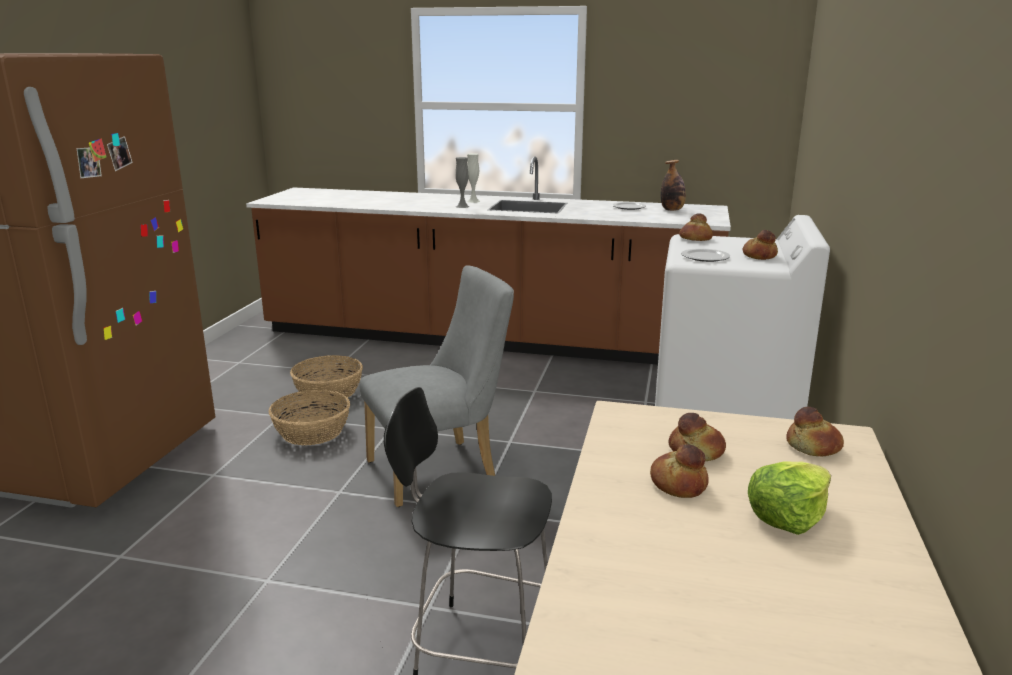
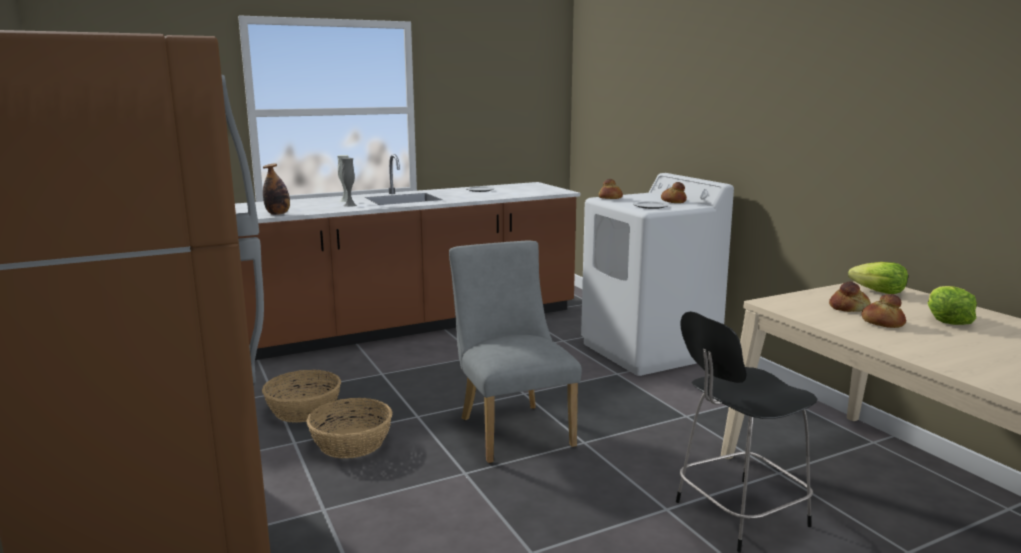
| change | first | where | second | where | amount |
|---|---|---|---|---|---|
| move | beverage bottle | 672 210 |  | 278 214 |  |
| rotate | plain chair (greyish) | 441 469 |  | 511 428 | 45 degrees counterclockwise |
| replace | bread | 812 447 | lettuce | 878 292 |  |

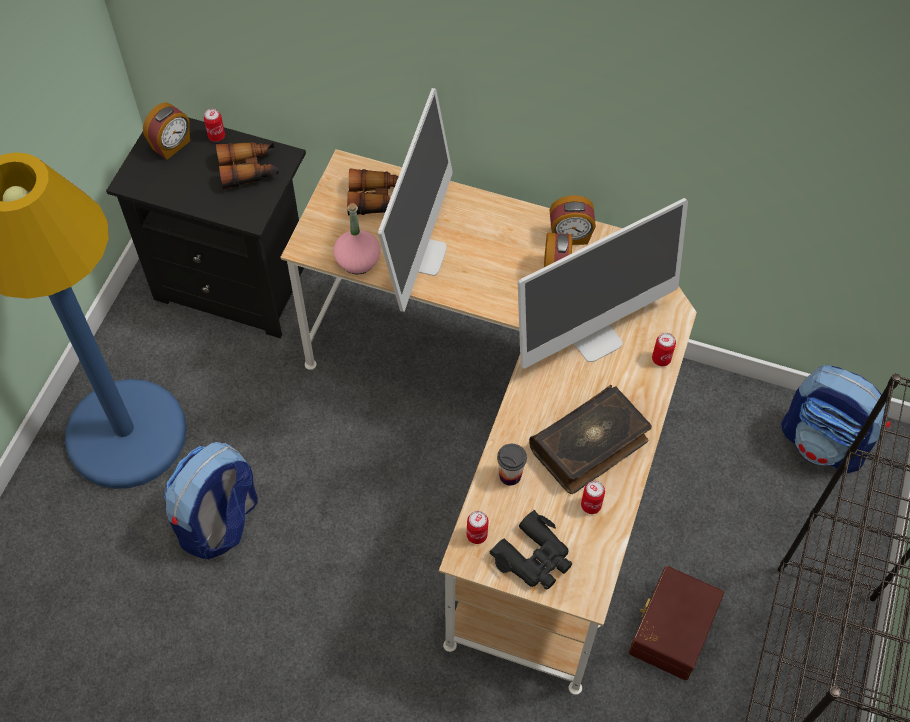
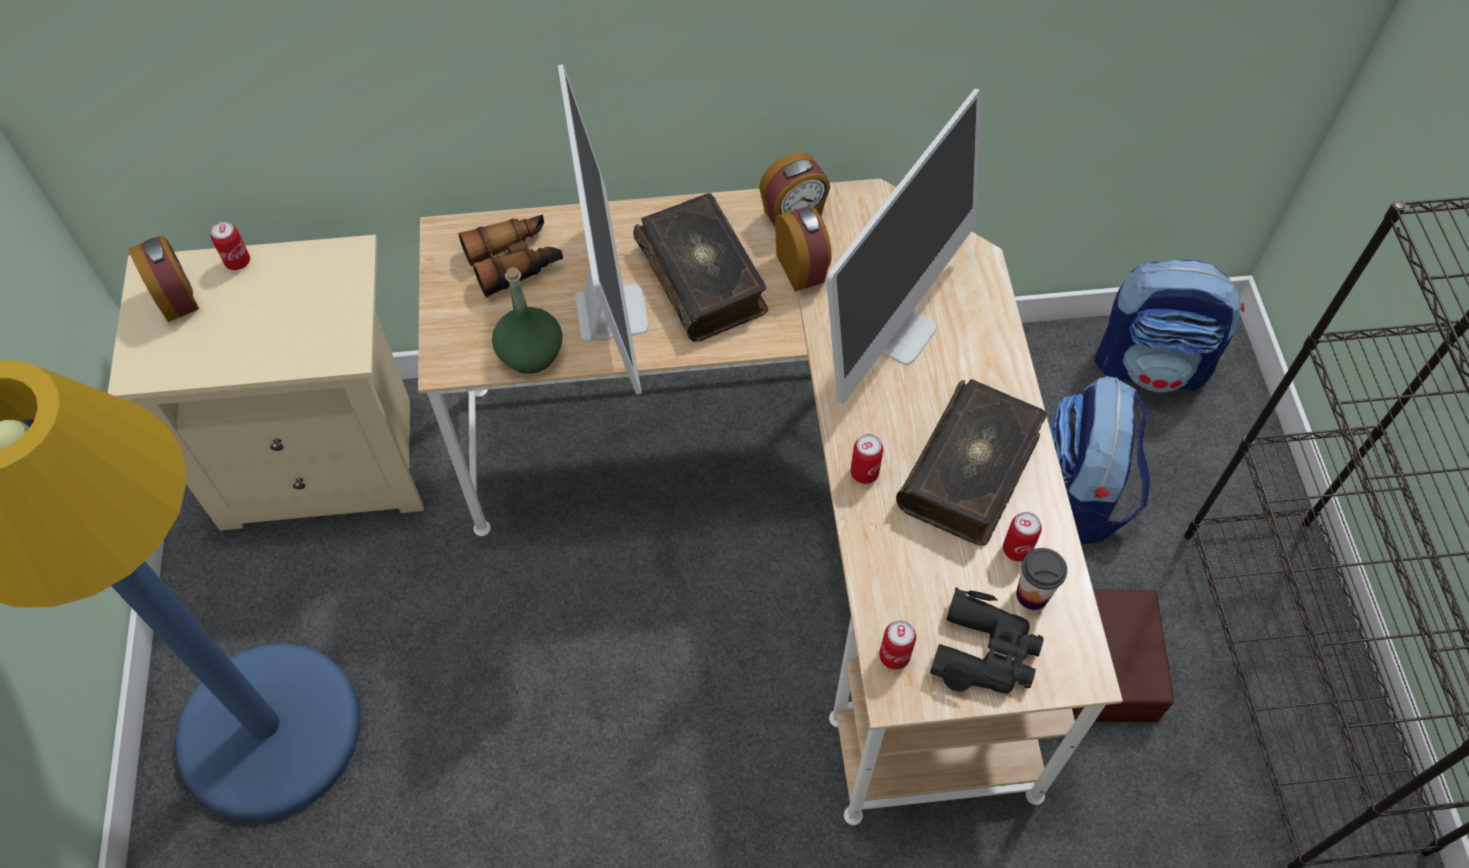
| change | first | where | second | where | amount |
|---|---|---|---|---|---|
| recolor | night table (black-coloured) | 237 282 | night table (beige-coloured) | 327 461 |  |
| rotate | bedside clock | 172 145 |  | 177 298 | 45 degrees counterclockwise |
| recolor | beverage bottle (pinkish) | 357 260 | beverage bottle (green) | 530 353 |  |
| insert |  |  | bound book | 703 278 |  |
| move | can | 661 359 |  | 864 472 |  |
| move | cup | 510 475 |  | 1032 595 |  |
| move | rucksack | 220 523 |  | 1078 497 |  |
| delete | pair of binoculars | 249 169 |  |  |  |

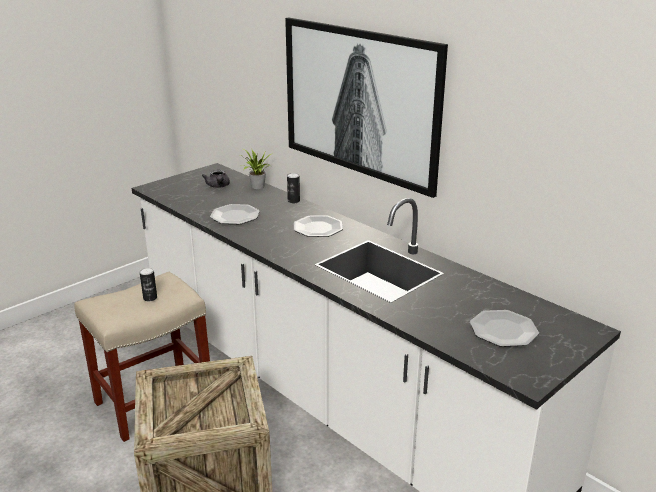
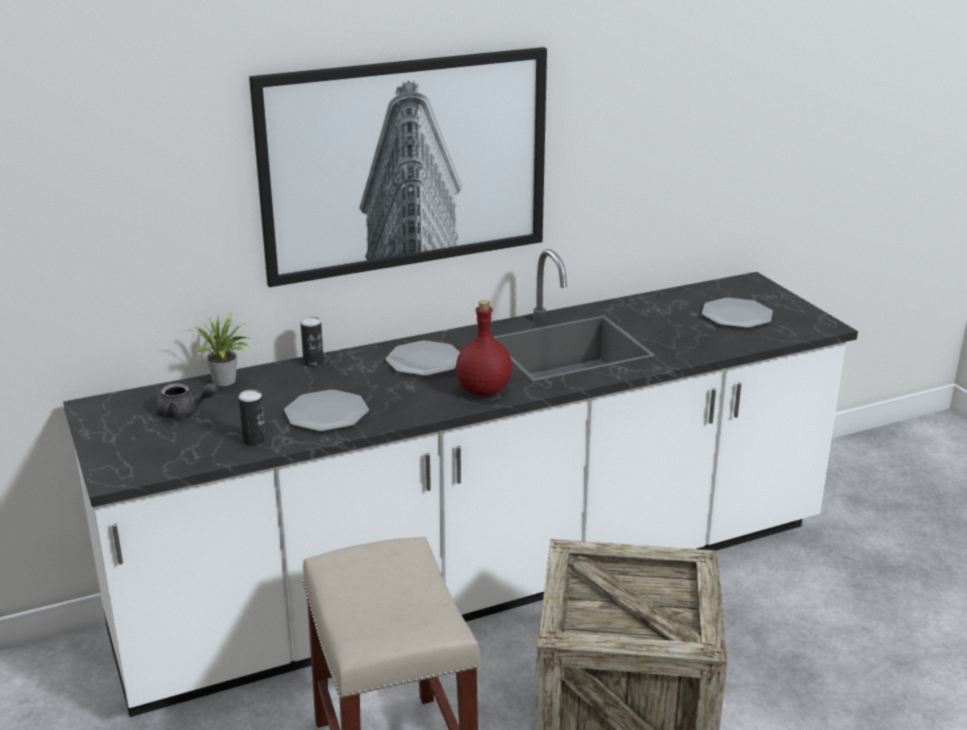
| change | first | where | second | where | amount |
|---|---|---|---|---|---|
| move | can | 150 298 |  | 254 440 |  |
| insert |  |  | beverage bottle (reddish) | 483 391 |  |

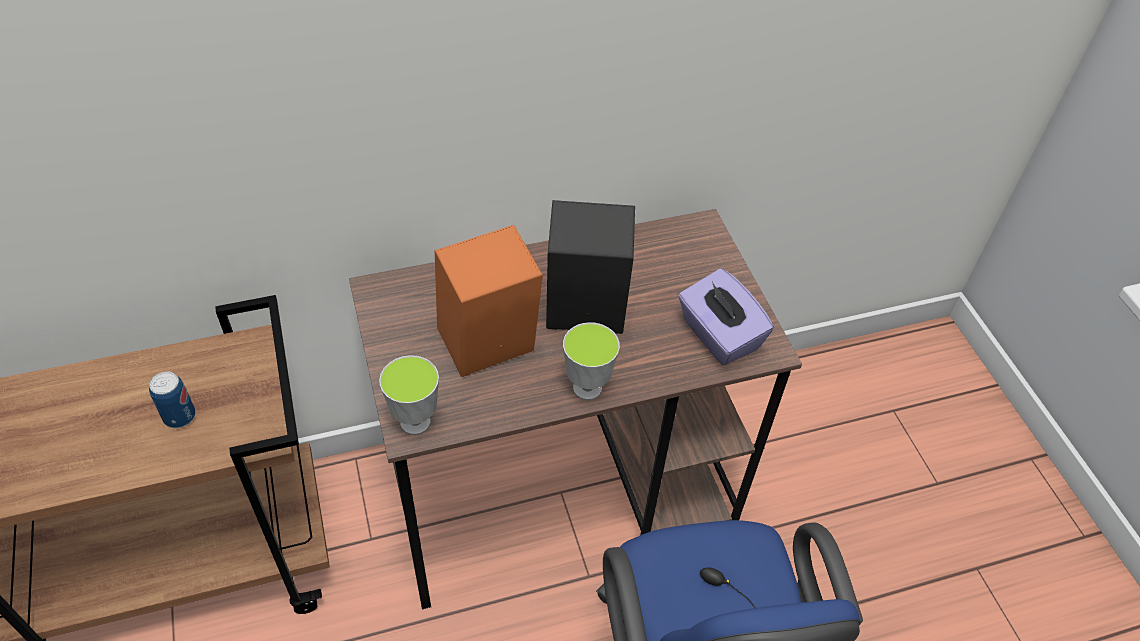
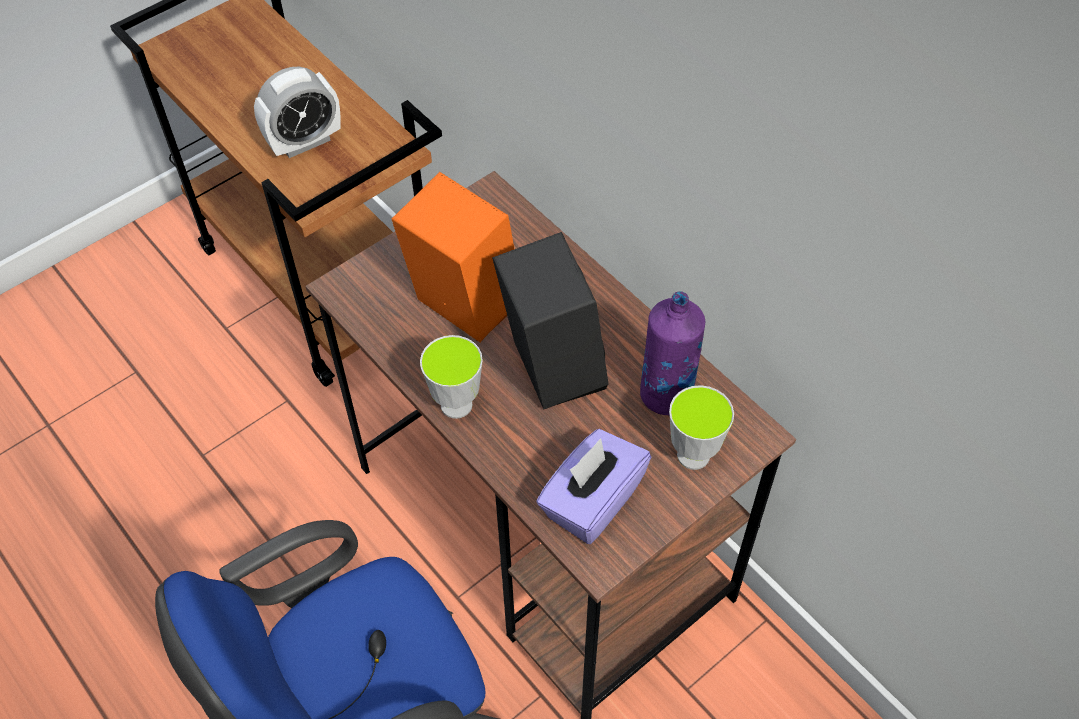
| change | first | where | second | where | amount |
|---|---|---|---|---|---|
| replace | can | 179 416 | bedside clock | 304 142 |  |
| insert |  |  | beverage bottle (purplish) | 666 394 |  |
| move | cup | 415 422 |  | 693 455 |  |

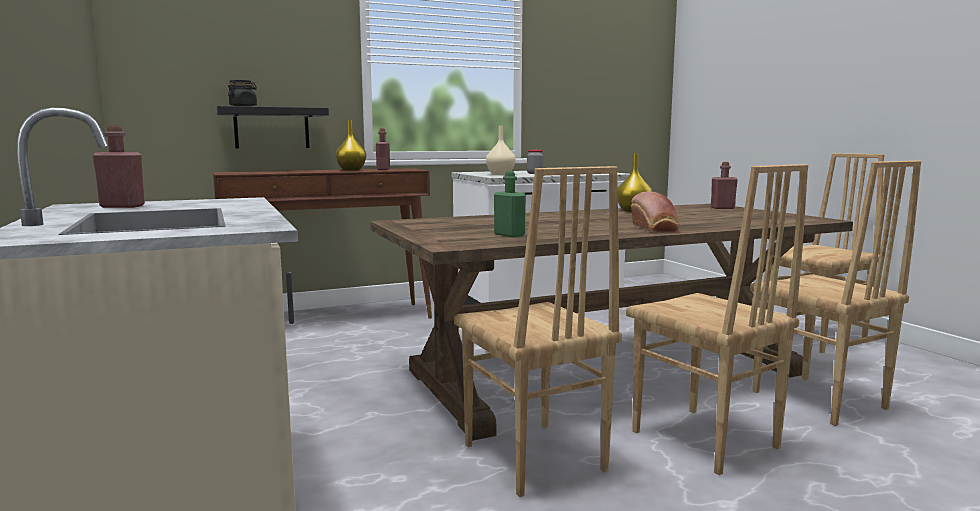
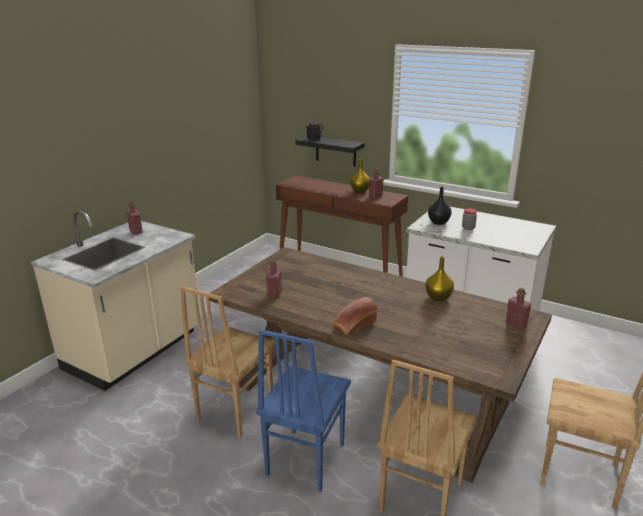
| change | first | where | second | where | amount |
|---|---|---|---|---|---|
| recolor | plain chair (brown) | 703 440 | plain chair (blue-coloured) | 304 459 |  |
| recolor | beverage bottle (green) | 509 235 | beverage bottle (reddish) | 274 294 |  |
| recolor | vase (beige-coloured) | 500 174 | vase (black-coloured) | 438 222 |  |

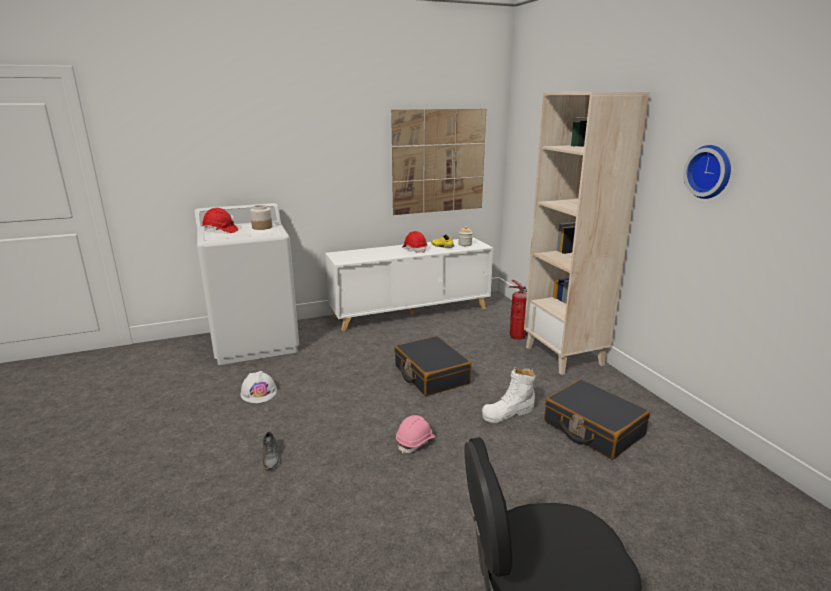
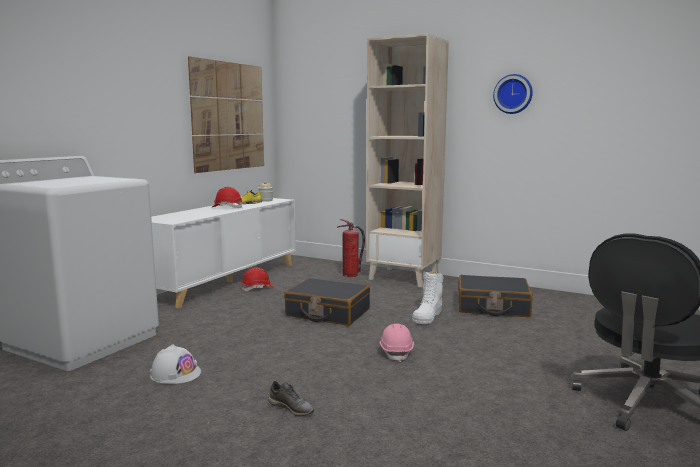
| change | first | where | second | where | amount |
|---|---|---|---|---|---|
| move | work helmet (reddish) | 220 231 |  | 257 288 |  |
| delete | storage jar | 262 227 |  |  |  |

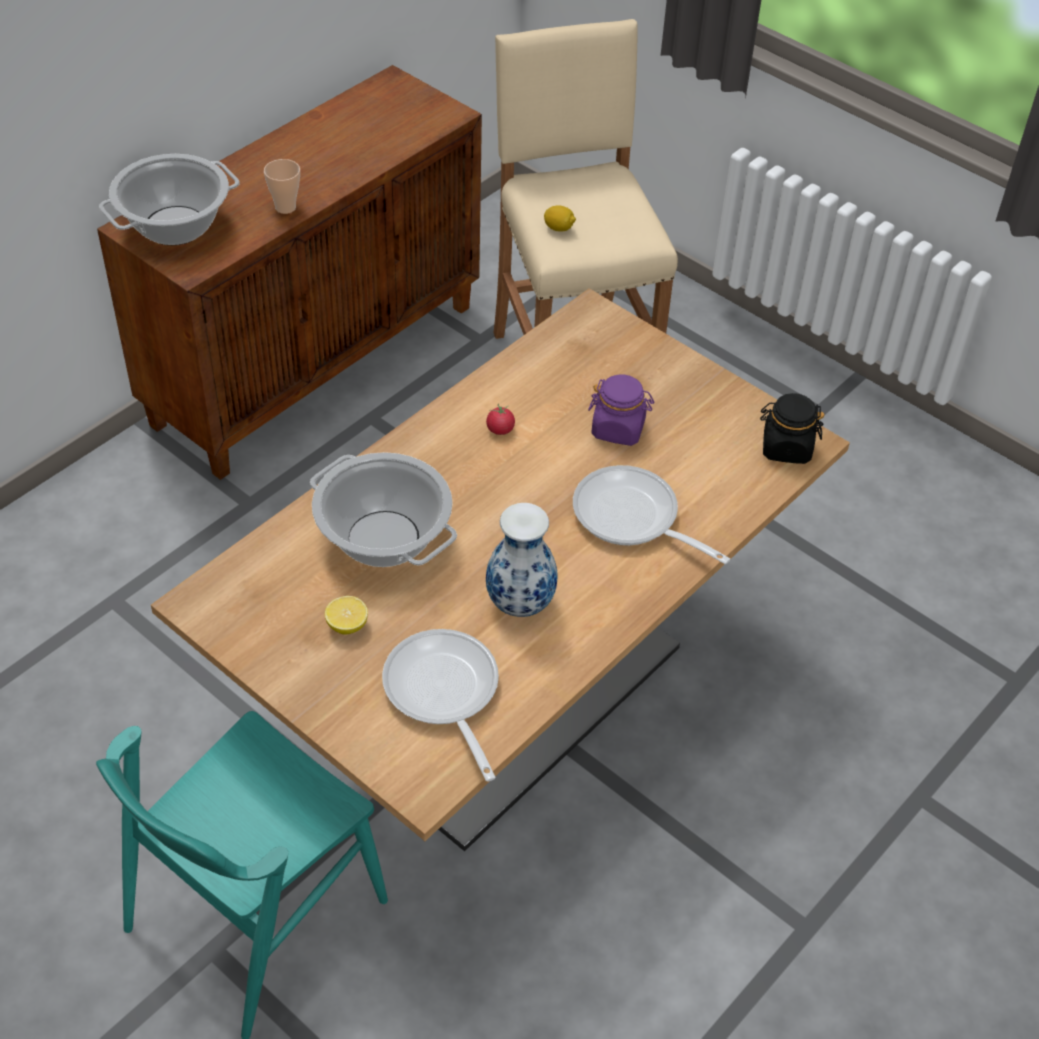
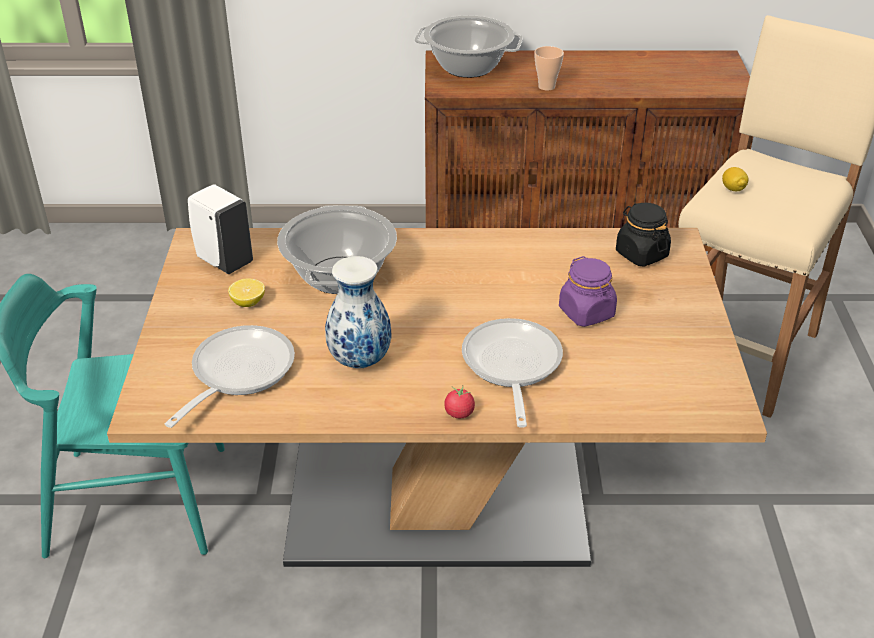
| change | first | where | second | where | amount |
|---|---|---|---|---|---|
| insert |  |  | soap dispenser (whitish) | 223 261 |  |
| move | tomato | 500 429 |  | 459 413 |  |
| move | storage jar (black-coloured) | 786 448 |  | 641 254 |  |

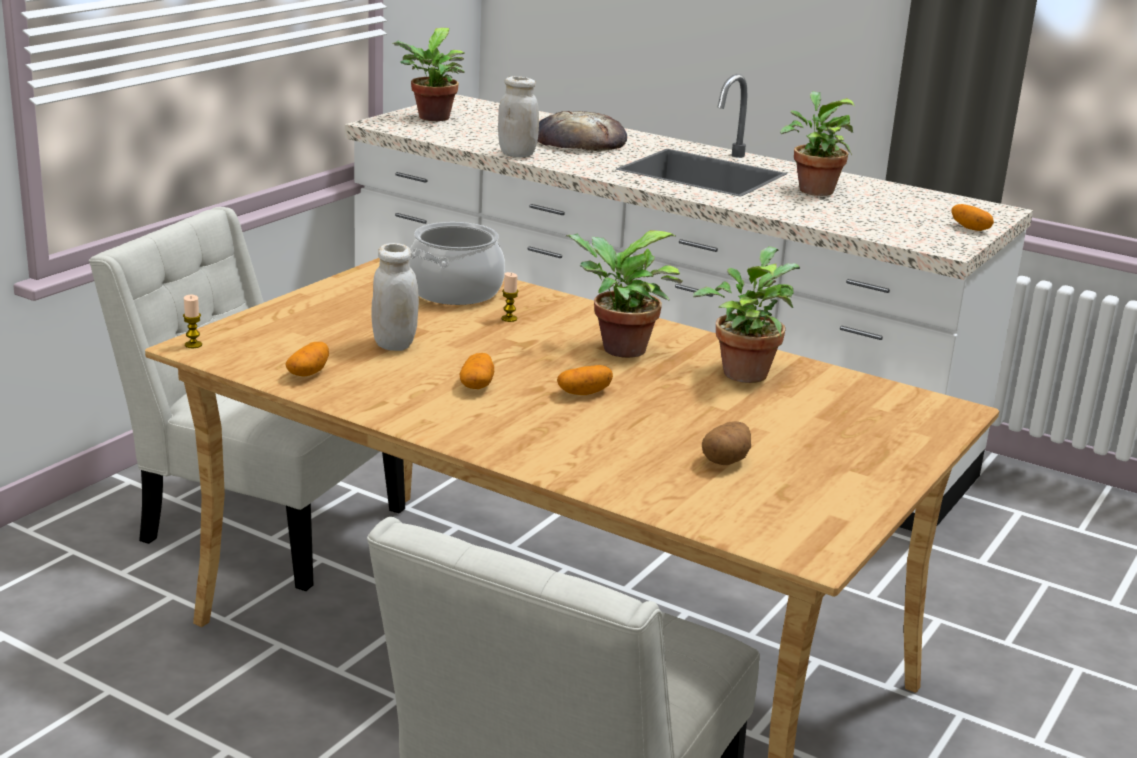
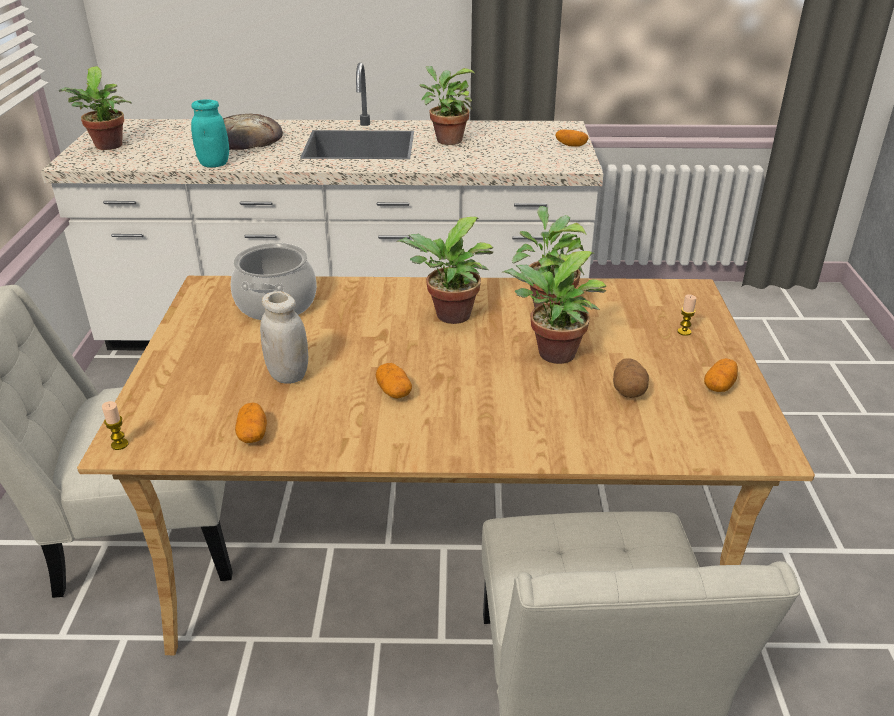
| change | first | where | second | where | amount |
|---|---|---|---|---|---|
| recolor | storage jar (whitish) | 517 154 | storage jar (blue-green) | 214 164 |  |
| insert |  |  | houseplant | 552 355 |  |
| move | wax candle | 509 319 |  | 684 332 |  |
| move | spud | 584 393 |  | 719 386 |  |

